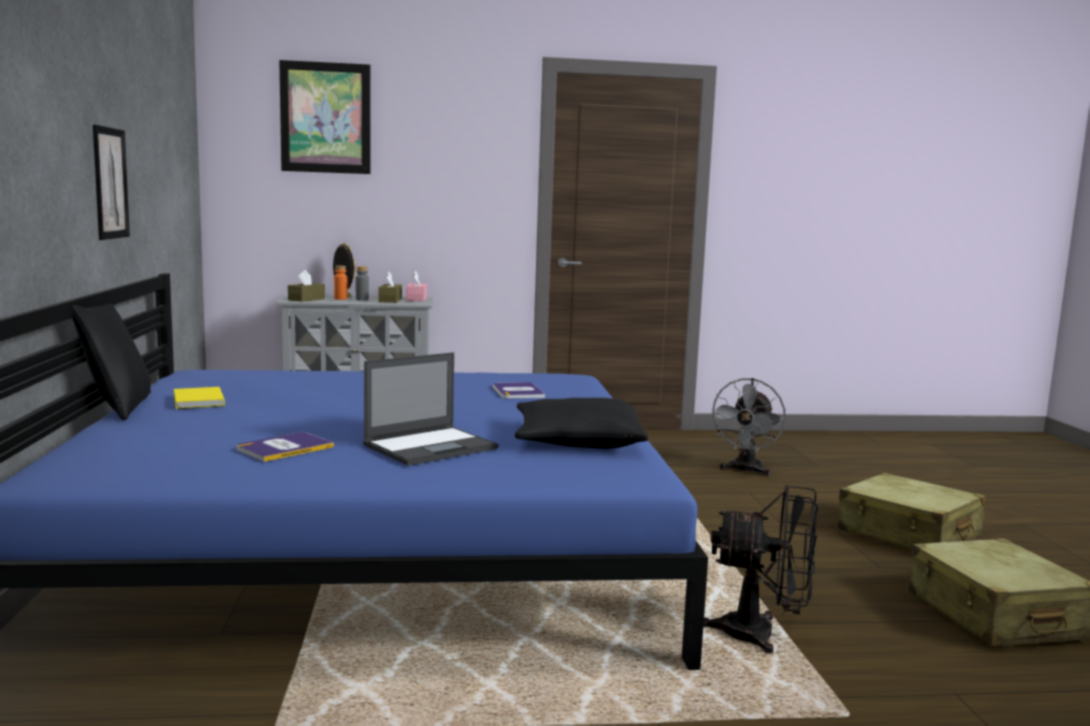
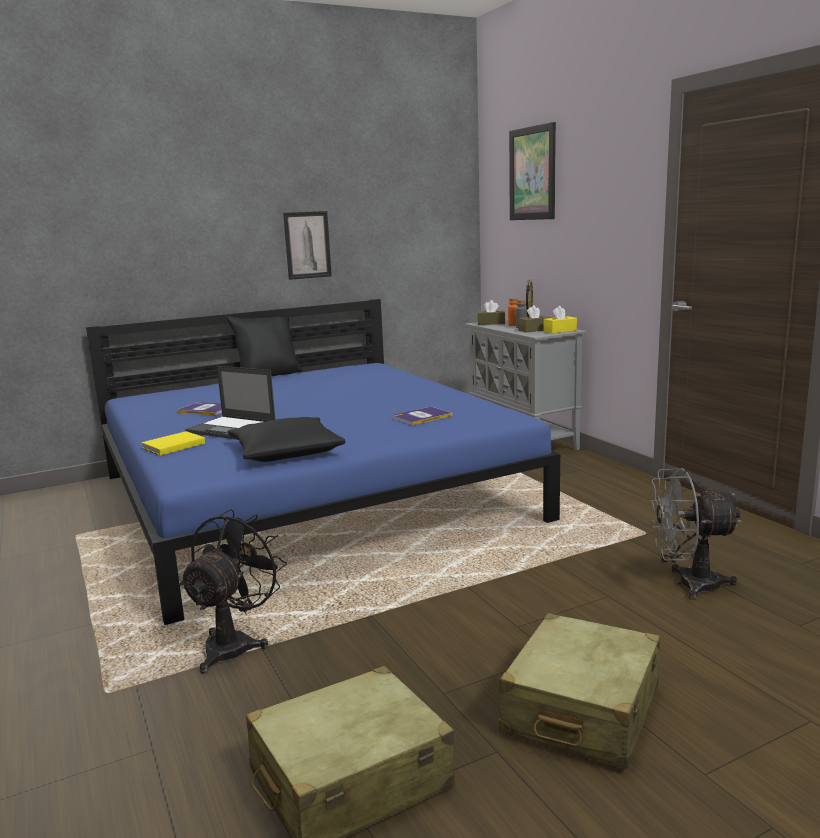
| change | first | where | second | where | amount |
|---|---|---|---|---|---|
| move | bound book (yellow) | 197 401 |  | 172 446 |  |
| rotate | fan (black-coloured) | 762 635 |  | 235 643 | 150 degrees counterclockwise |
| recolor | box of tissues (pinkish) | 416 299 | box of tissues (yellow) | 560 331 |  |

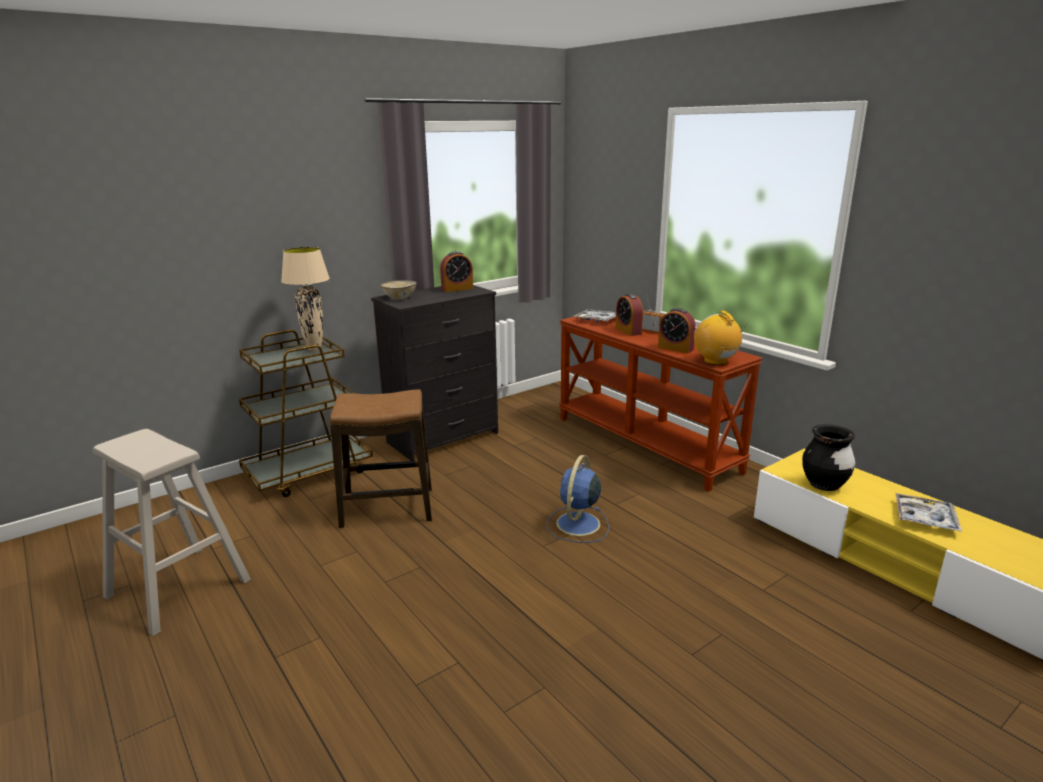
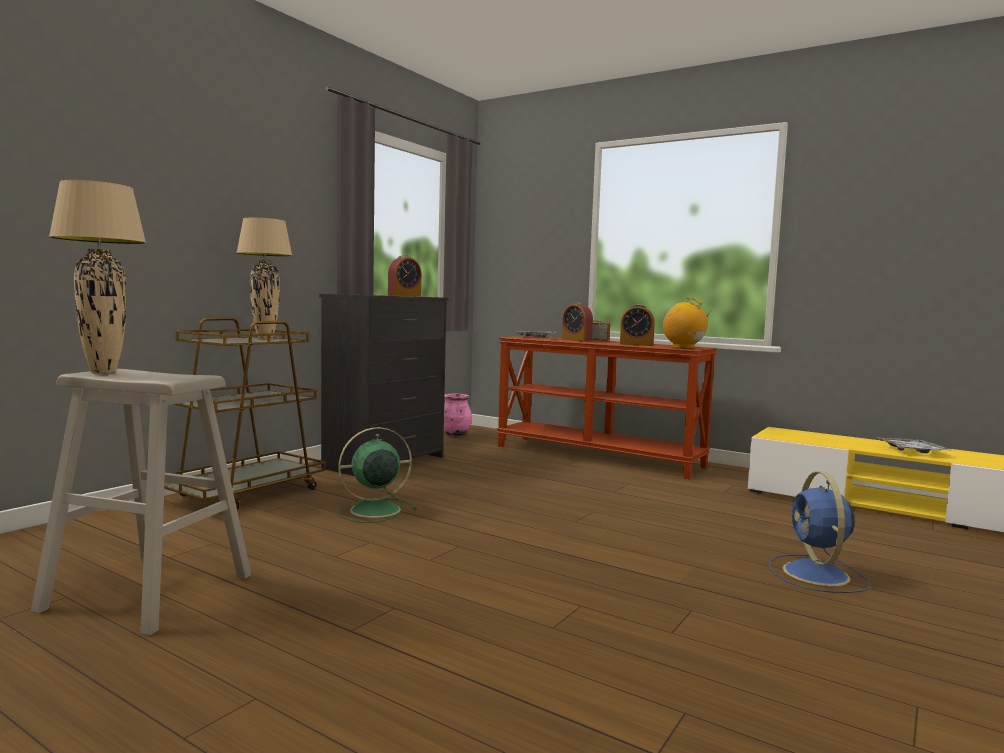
| change | first | where | second | where | amount |
|---|---|---|---|---|---|
| insert |  |  | table lamp (beige-coloured) | 103 372 |  |
| replace | stool seat | 387 508 | fan (green) | 373 510 |  |
| insert |  |  | vase (pinkish) | 455 434 |  |
| move | fan (blue-coloured) | 577 525 |  | 817 575 |  |
| delete | bowl | 399 298 |  |  |  |
| delete | vase (black-coloured) | 824 485 |  |  |  |

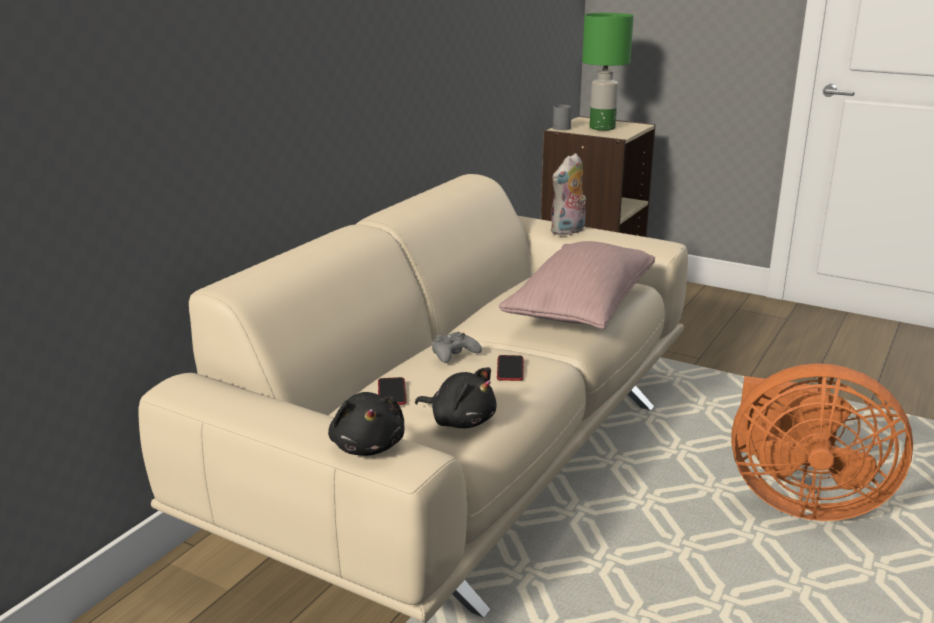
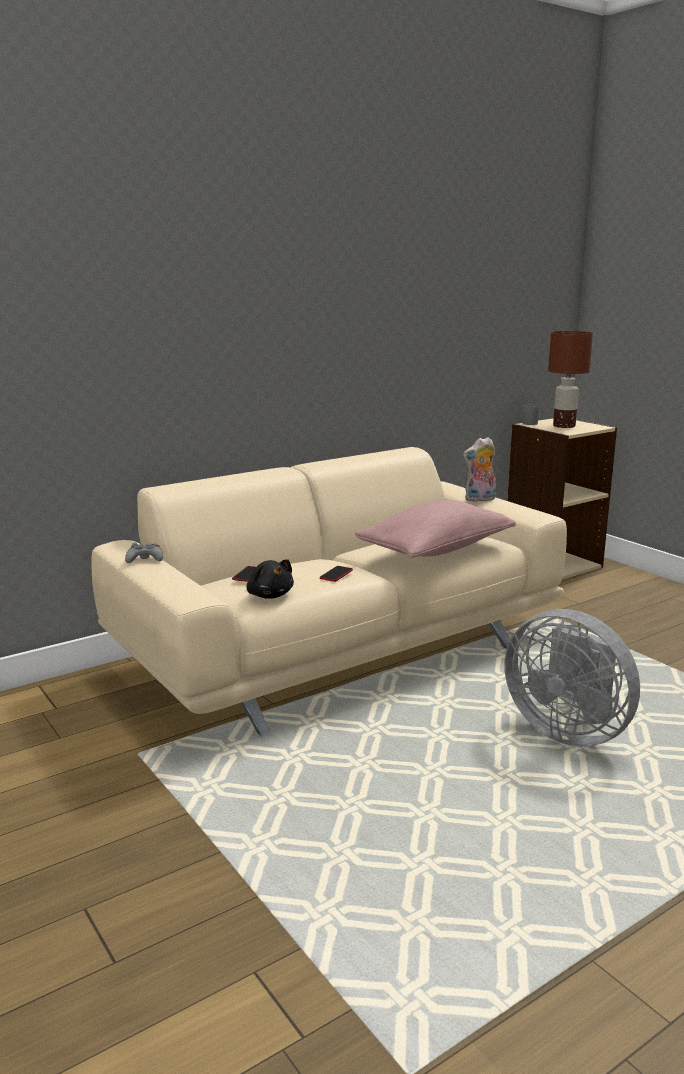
| change | first | where | second | where | amount |
|---|---|---|---|---|---|
| move | game controller (greyish) | 454 354 |  | 145 559 |  |
| recolor | fan (orange) | 799 500 | fan (greyish) | 568 730 |  |
| recolor | table lamp (green) | 601 128 | table lamp (brown) | 563 426 |  |
| delete | cuddly toy (black-coloured) | 368 446 |  |  |  |

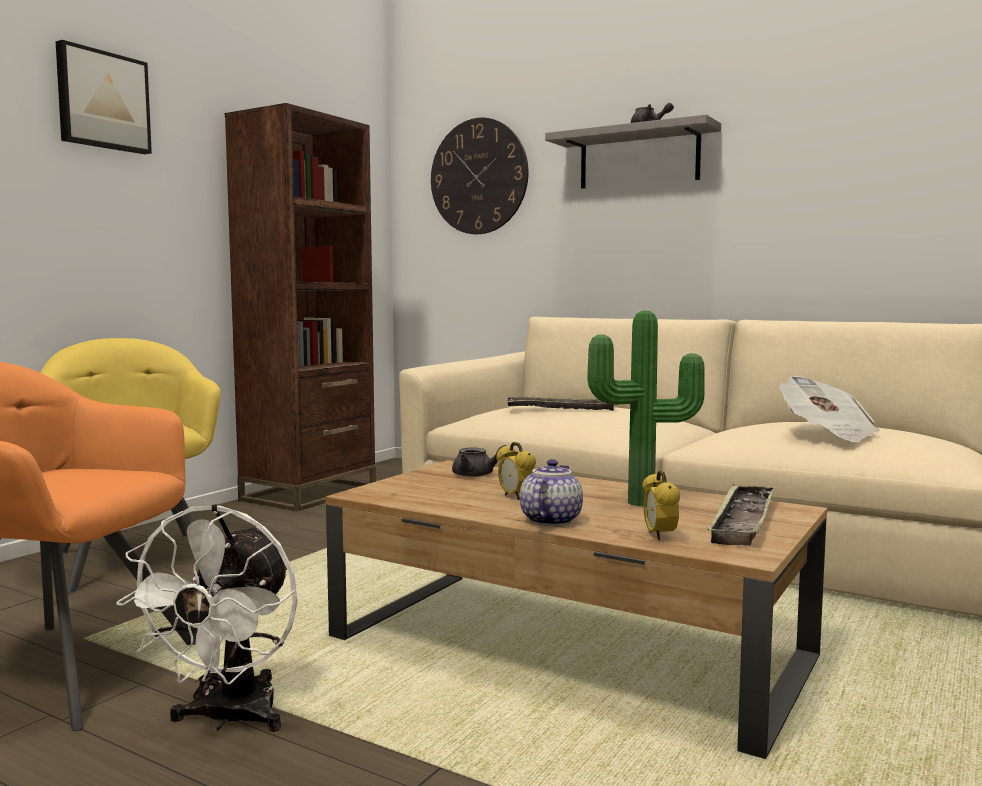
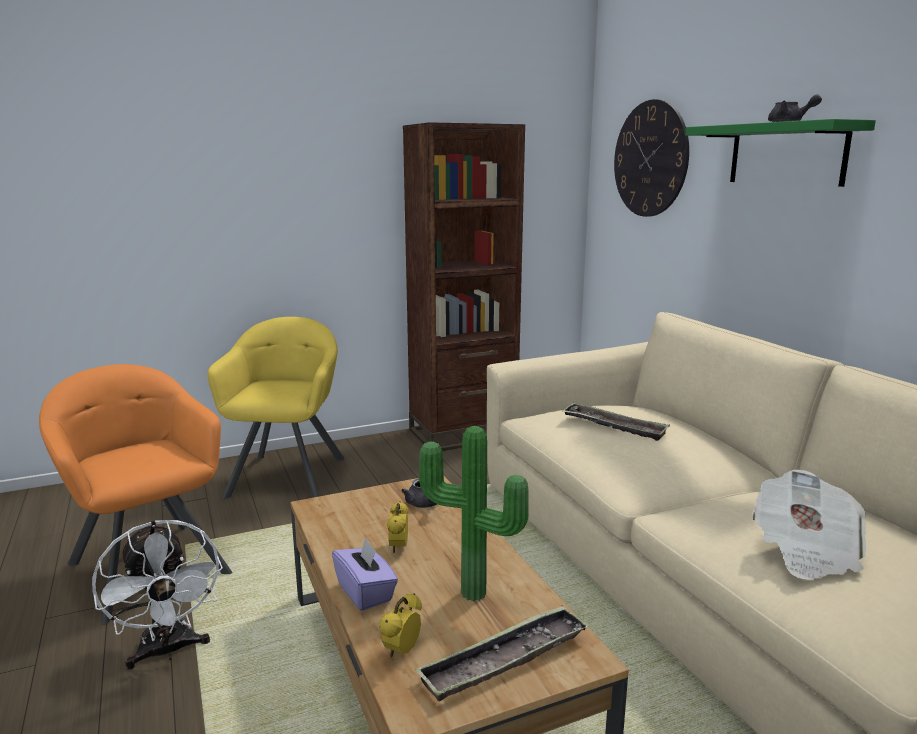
| change | first | where | second | where | amount |
|---|---|---|---|---|---|
| rotate | fan (whitish) | 229 719 |  | 168 651 | 75 degrees counterclockwise |
| replace | teapot | 549 520 | box of tissues (purplish) | 365 592 |  |
| recolor | wall shelf (greyish) | 639 158 | wall shelf (green) | 786 154 |  |
| delete | picture | 102 100 |  |  |  |

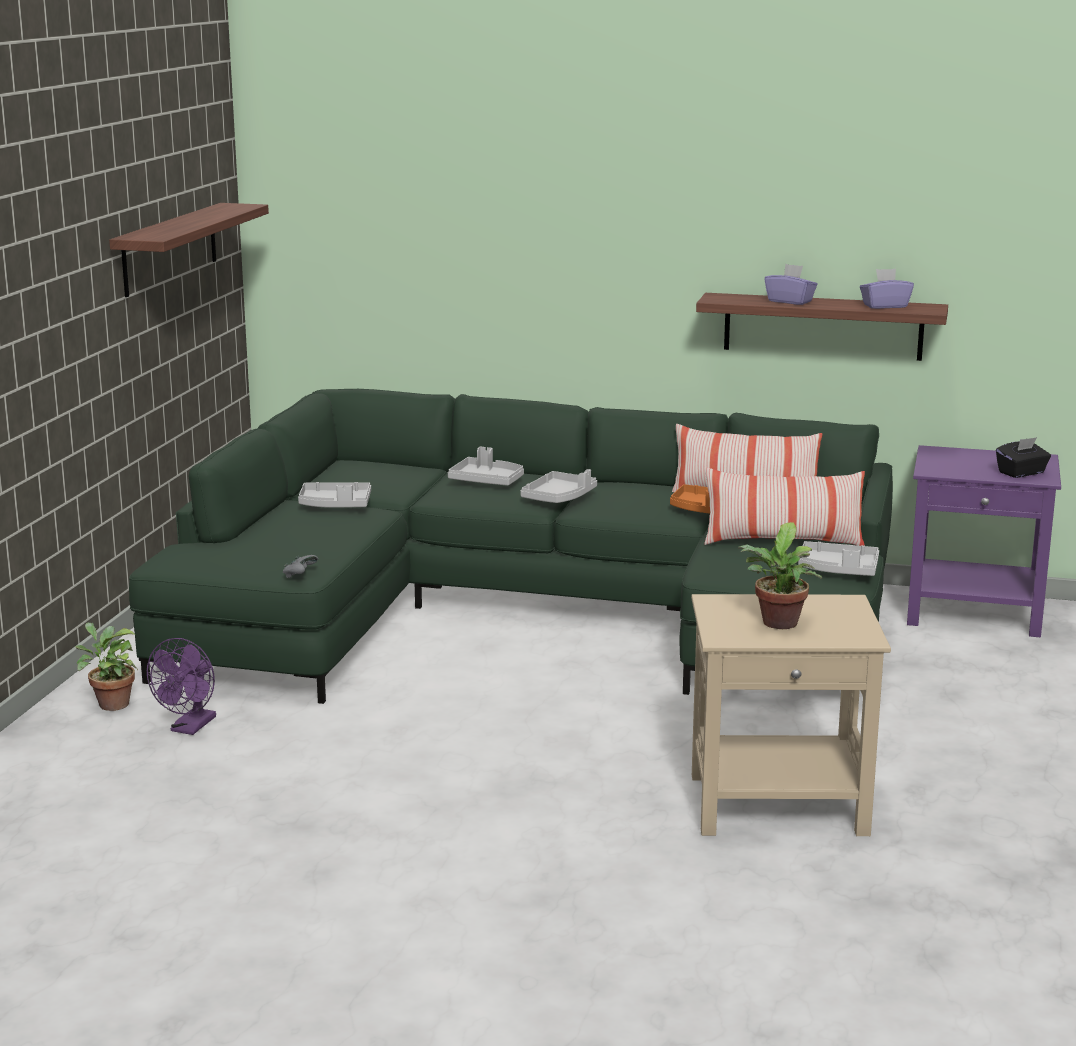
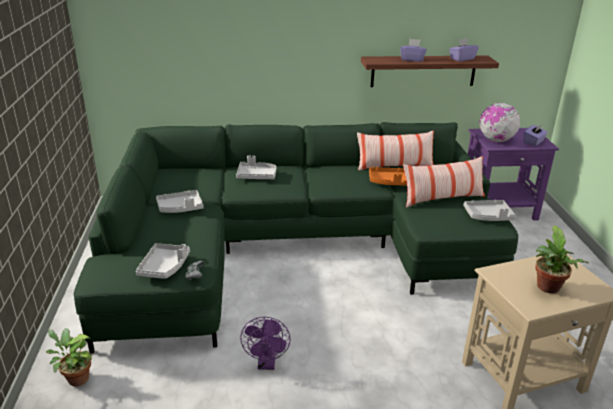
| change | first | where | second | where | amount |
|---|---|---|---|---|---|
| move | serving tray (greyish) | 559 498 |  | 164 267 |  |
| move | fan (purplish) | 190 728 |  | 267 363 |  |
| insert |  |  | world globe | 496 140 |  |
| recolor | box of tissues (black-coloured) | 1021 473 | box of tissues (purplish) | 533 142 |  |
| delete | wall shelf | 170 249 |  |  |  |

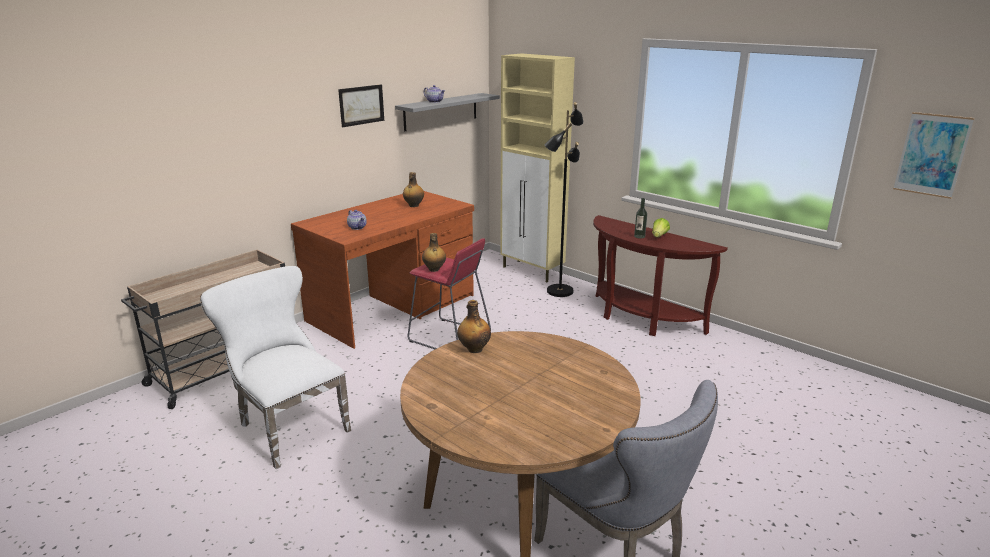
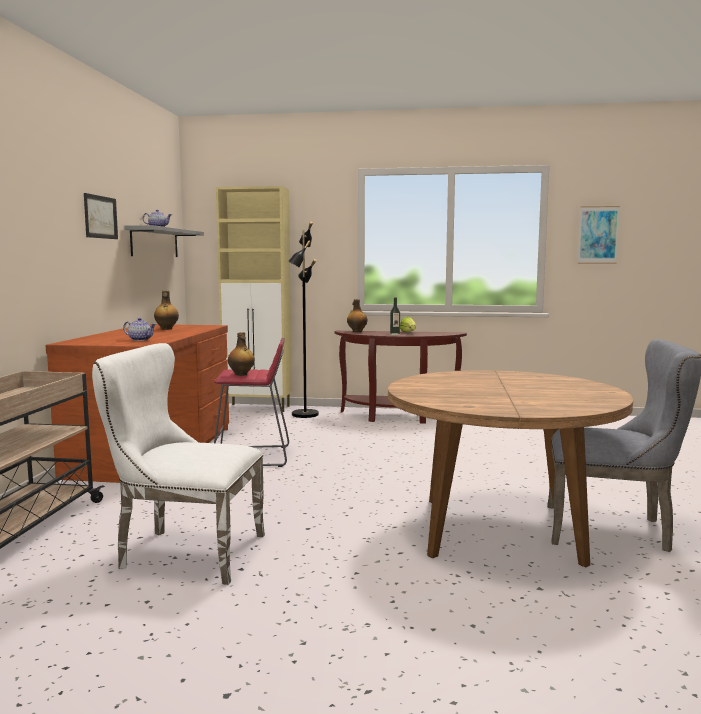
| change | first | where | second | where | amount |
|---|---|---|---|---|---|
| move | beverage bottle | 474 349 |  | 357 331 |  |

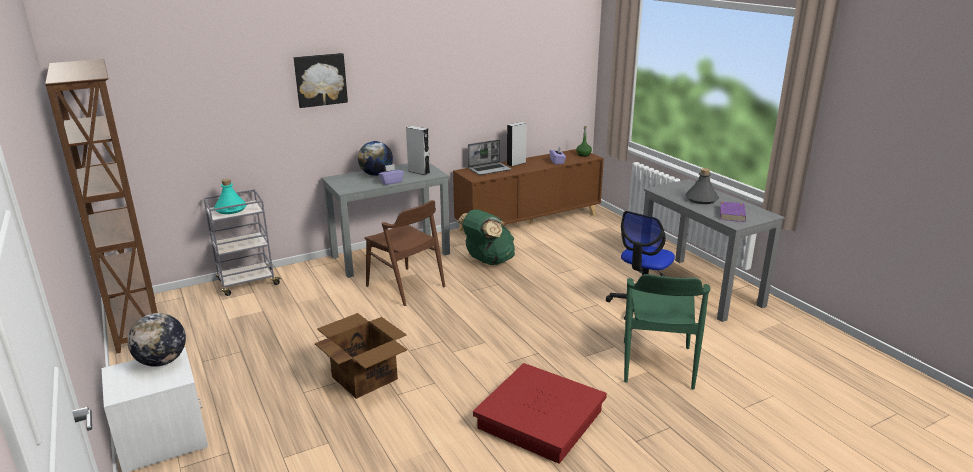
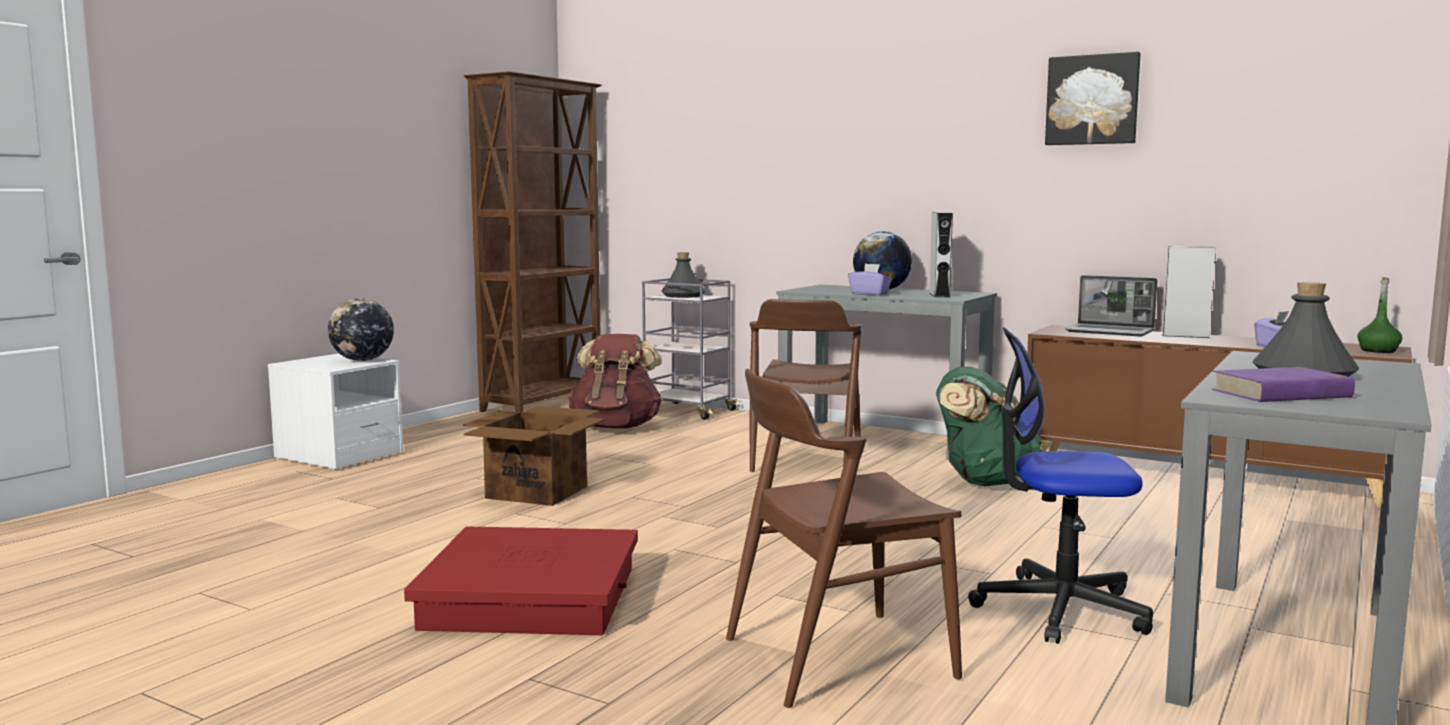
| change | first | where | second | where | amount |
|---|---|---|---|---|---|
| insert |  |  | rucksack (brown) | 616 428 |  |
| recolor | beverage bottle (blue-green) | 231 209 | beverage bottle (greyish) | 683 296 |  |
| recolor | plain chair (green) | 657 364 | plain chair (brown) | 837 657 |  |
| move | picture | 320 80 |  | 1092 100 |  |

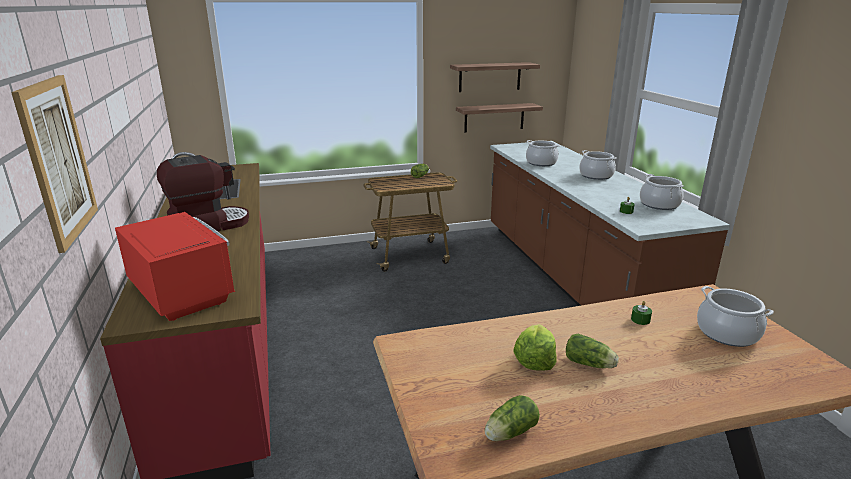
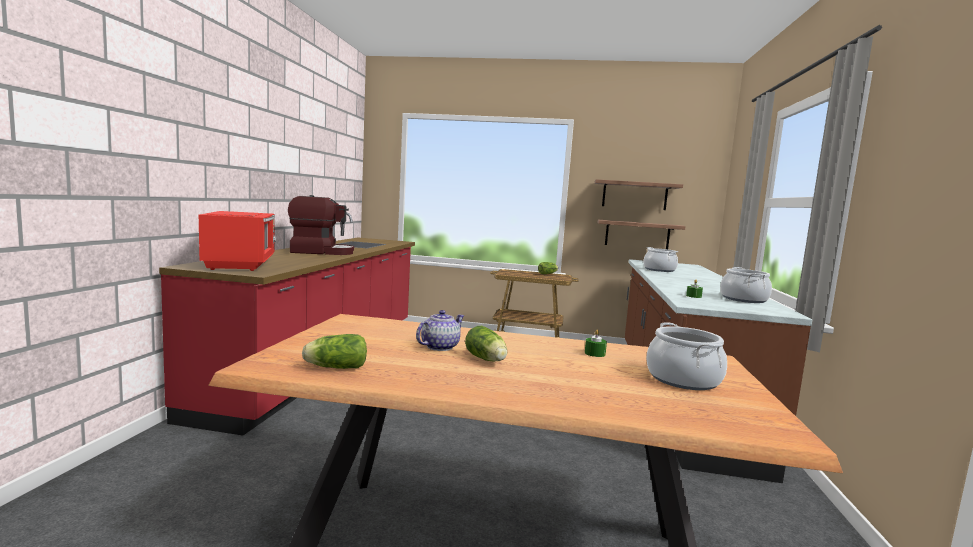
| change | first | where | second | where | amount |
|---|---|---|---|---|---|
| replace | lettuce | 534 360 | teapot | 439 347 |  |
| delete | picture | 58 160 |  |  |  |
| delete | saucepot | 596 175 |  |  |  |

